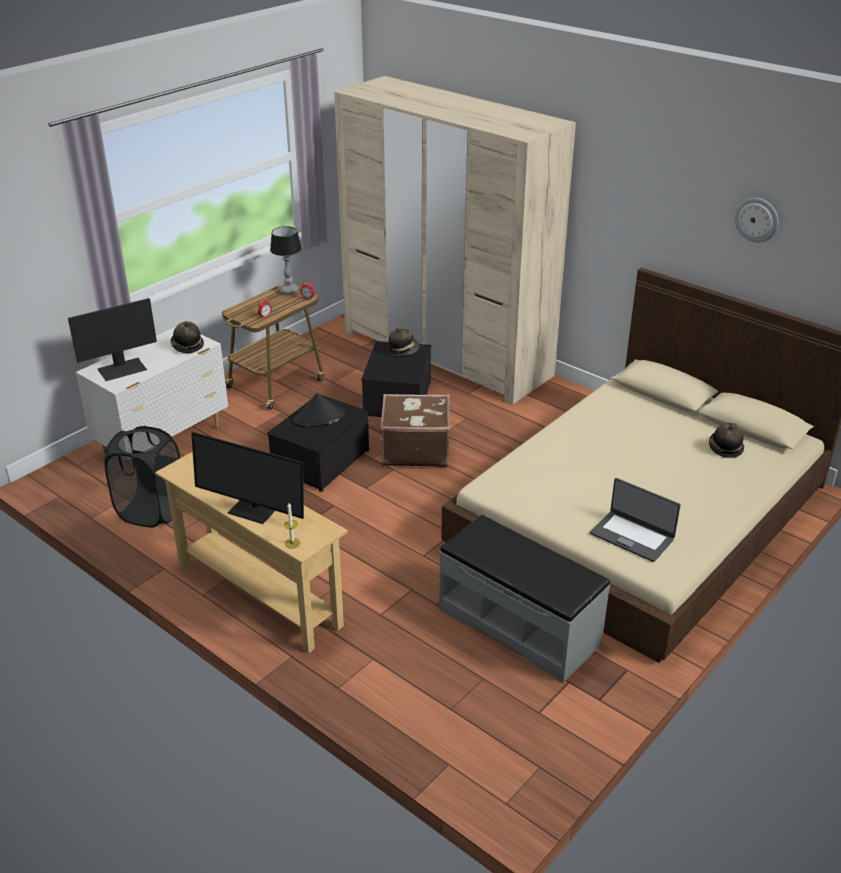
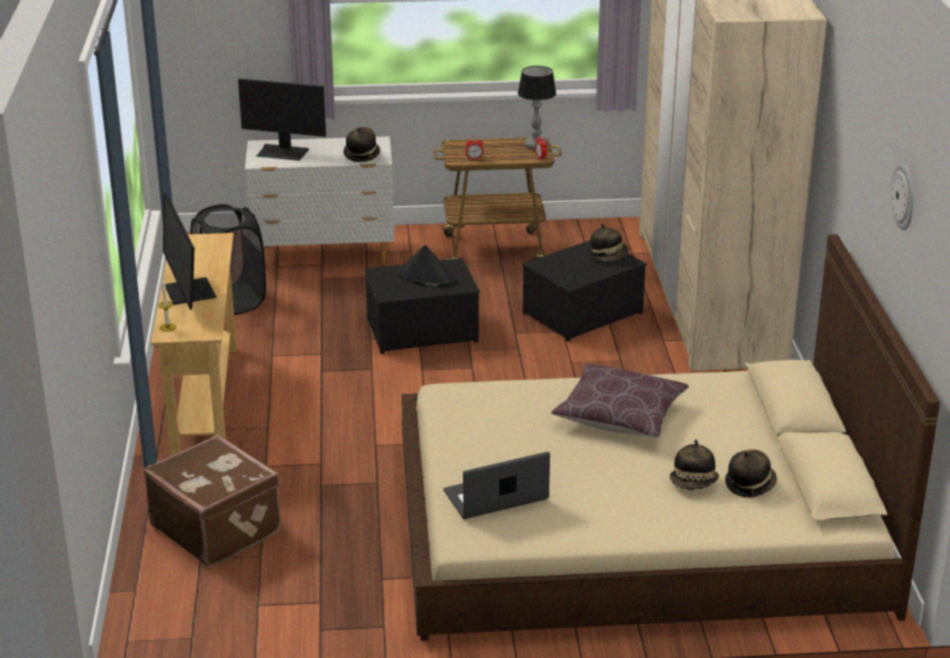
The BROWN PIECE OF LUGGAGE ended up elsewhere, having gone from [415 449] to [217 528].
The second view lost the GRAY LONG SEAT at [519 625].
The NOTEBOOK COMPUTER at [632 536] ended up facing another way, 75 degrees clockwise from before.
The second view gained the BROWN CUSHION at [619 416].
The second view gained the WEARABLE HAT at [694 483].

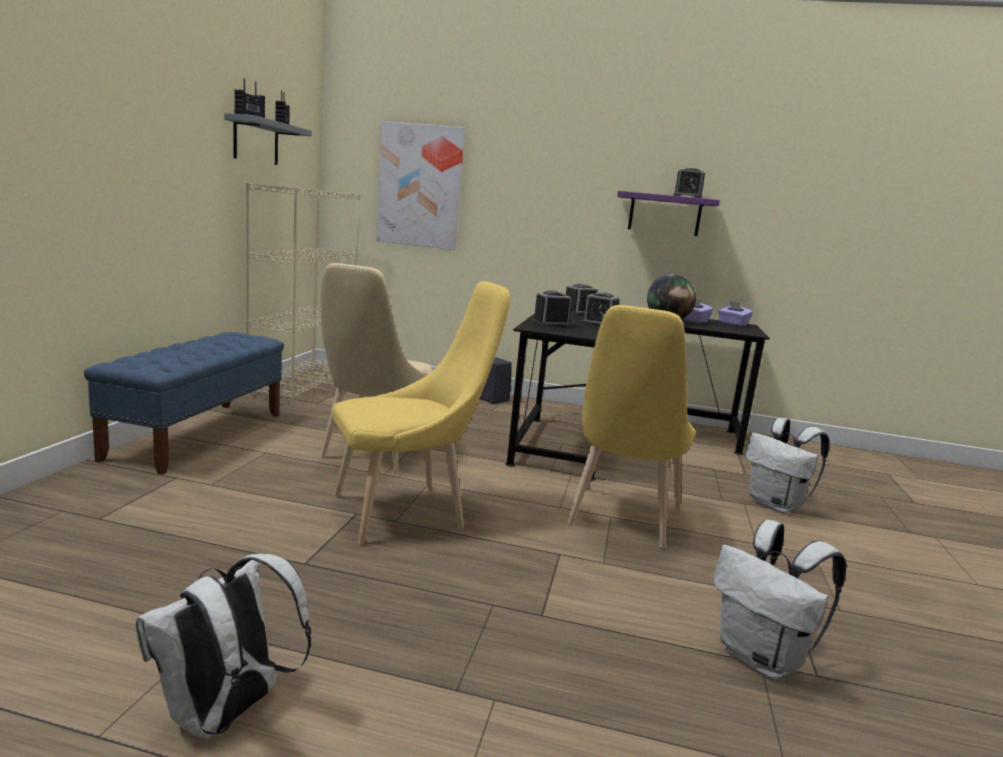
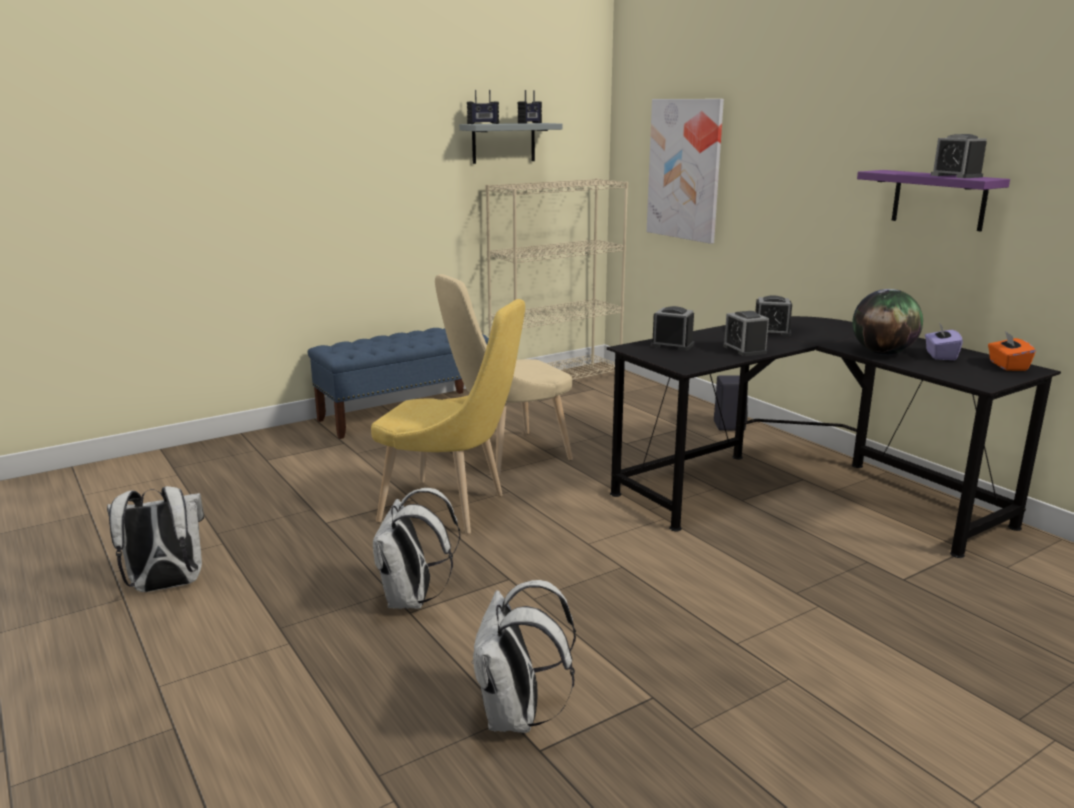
The second view lost the YELLOW CHAIR at [621 520].
What was the PURPLE-COLOURED TISSUE BOX at [733 324] turned into the ORANGEY TISSUE BOX at [1007 366].
The WHITISH KNAPSACK ended up elsewhere, having gone from [776 505] to [412 600].

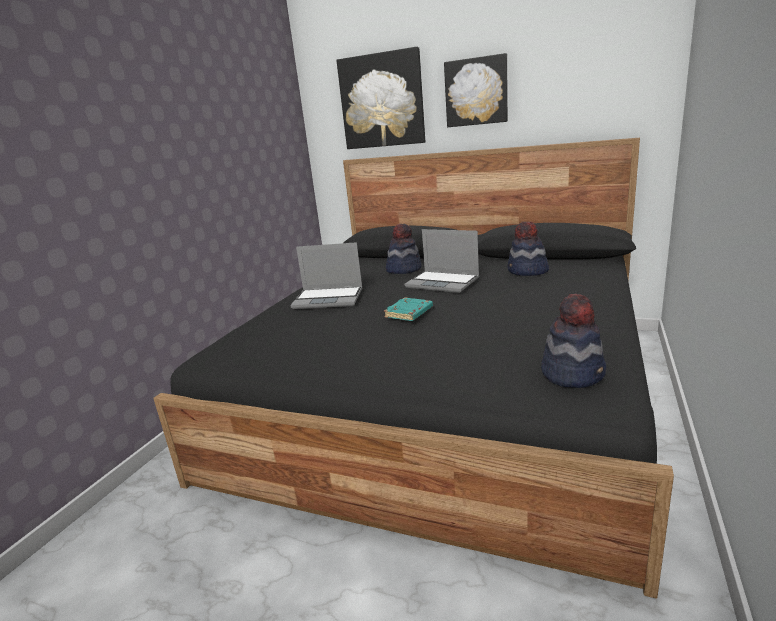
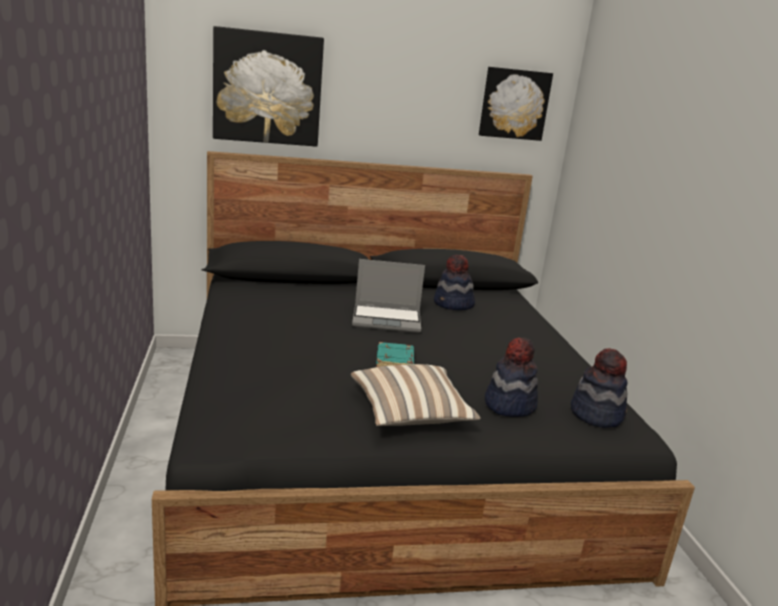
The second view lost the NOTEBOOK COMPUTER at [329 299].
The WEARABLE HAT ended up elsewhere, having gone from [403 269] to [509 404].
The WALL ART ended up elsewhere, having gone from [476 92] to [514 104].
The second view gained the CUSHION at [410 414].

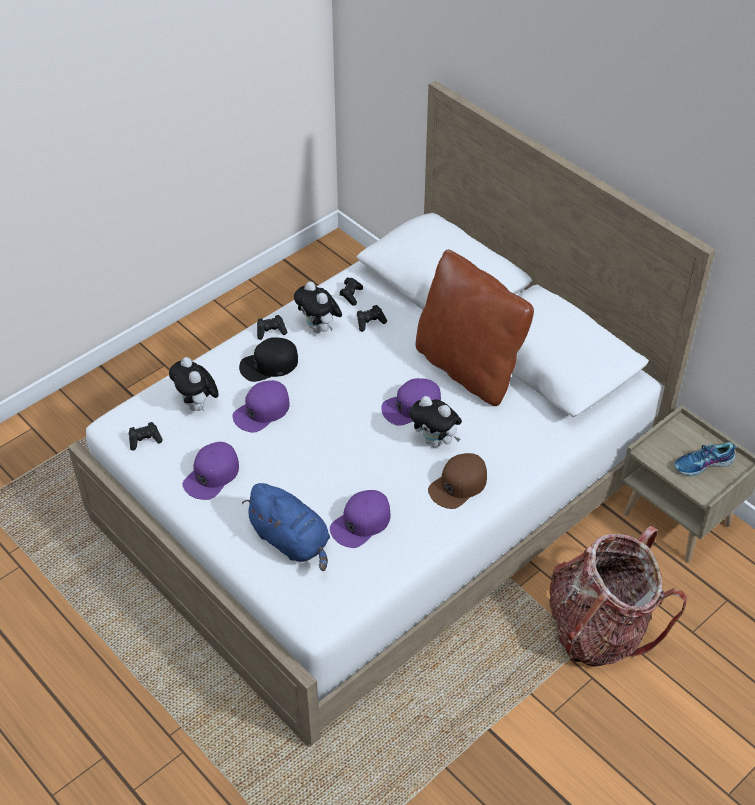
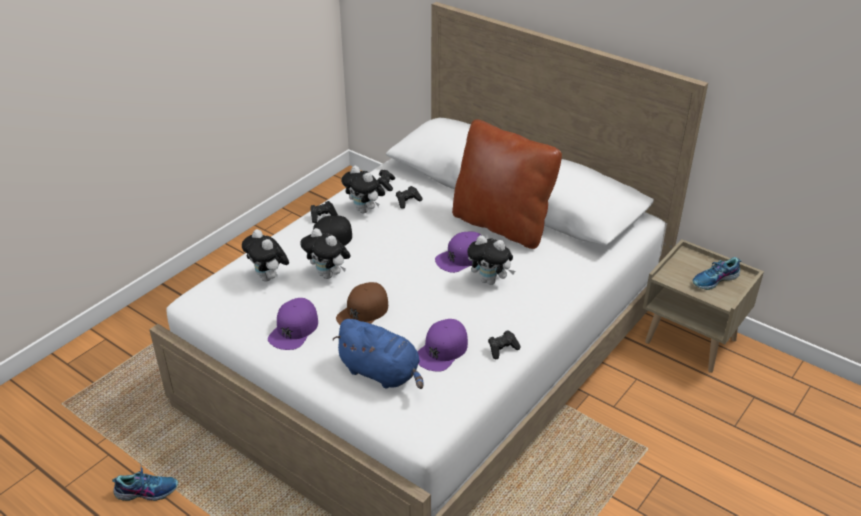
The BLACK GAME CONTROLLER ended up elsewhere, having gone from [145 440] to [502 349].
Where the PURPLE-COLOURED CAP stood at [262 411], the PLUSH TOY came to stand at [329 275].
The BROWN CAP ended up elsewhere, having gone from [458 485] to [363 312].
The second view lost the KNAPSACK at [599 628].
The second view gained the LOW SHOE at [147 491].

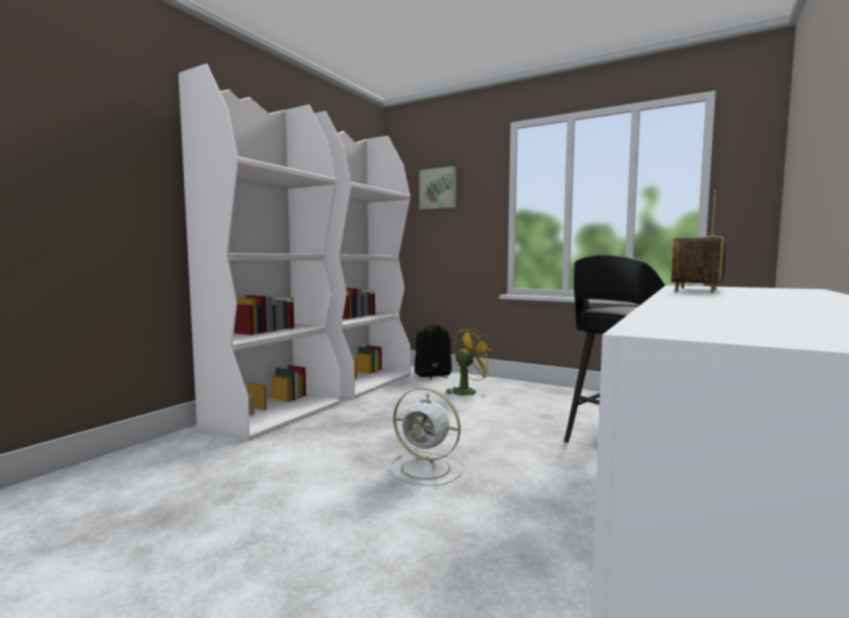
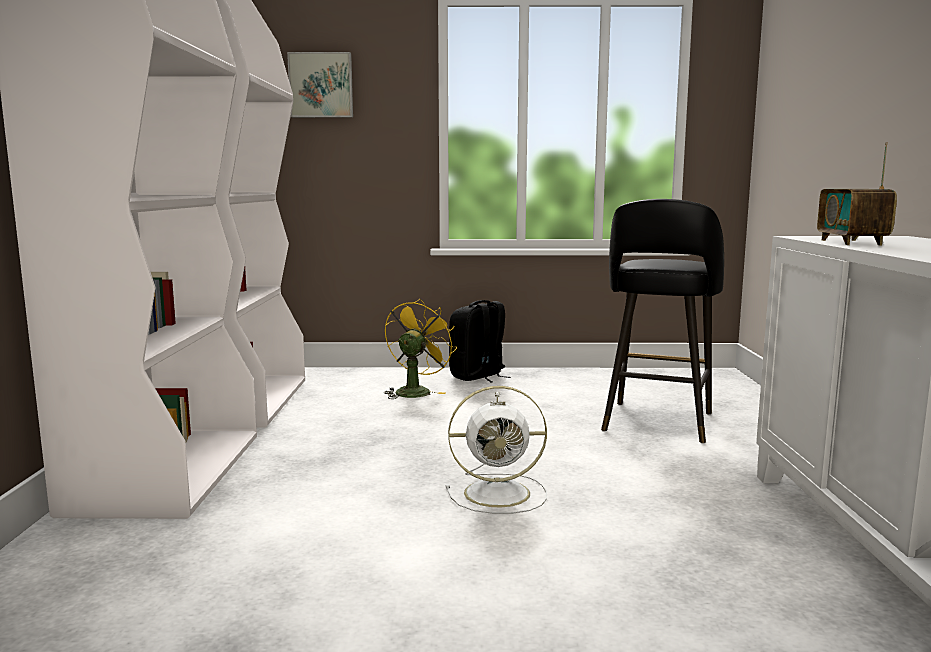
The BLACK KNAPSACK ended up elsewhere, having gone from [433 375] to [478 376].

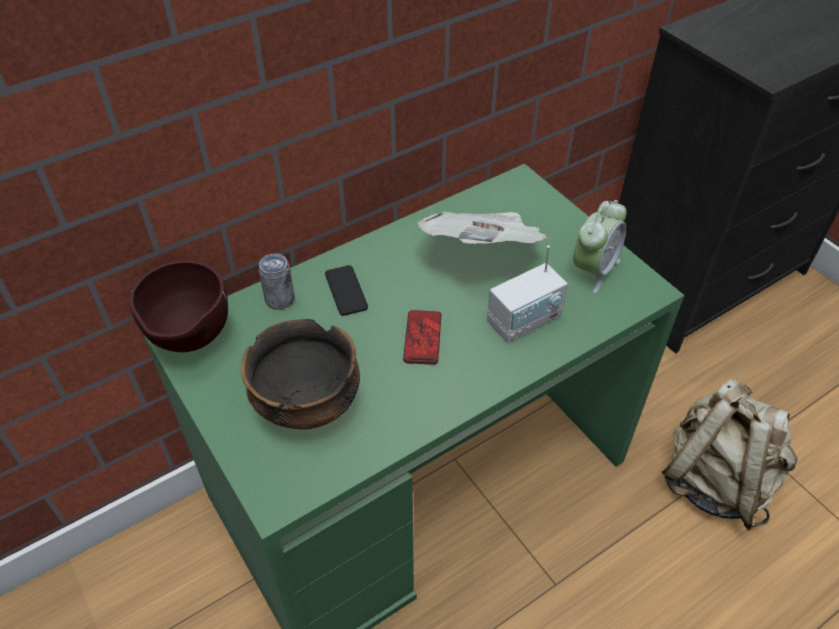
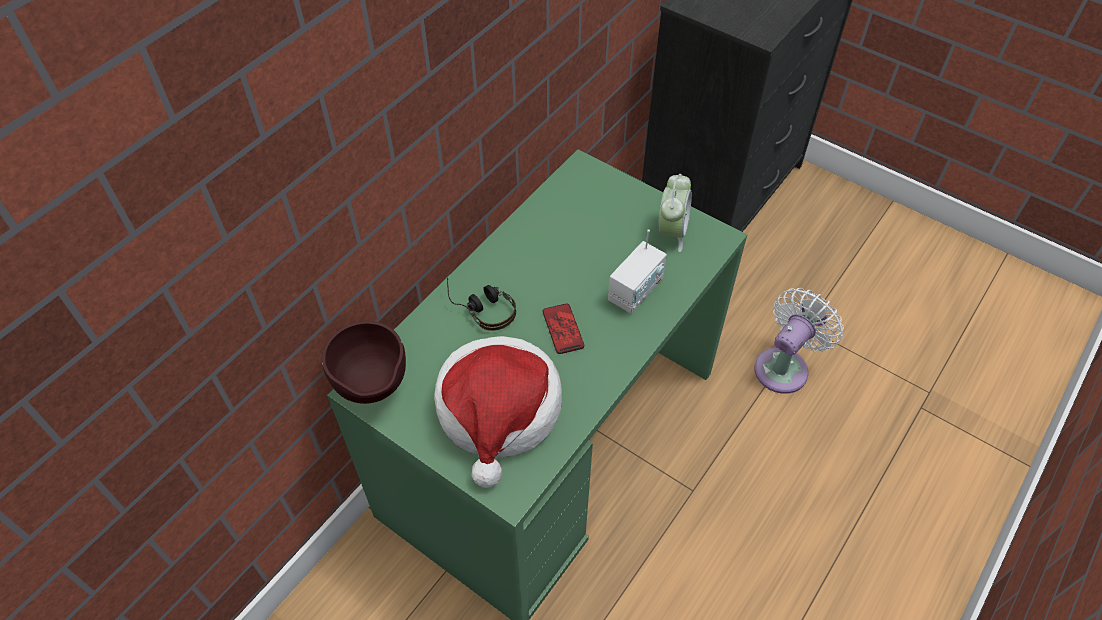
Where the BOWL stood at [309 404], the WEARABLE HAT came to stand at [499 411].
The second view lost the METAL CAN at [280 299].
Where the TELEPHONE stood at [346 291], the HEADSET came to stand at [482 307].
The second view lost the DAILY PAPER at [483 251].
Where the BEIGE-COLOURED KNAPSACK stood at [714 480], the WHITISH COOLING FAN came to stand at [784 366].

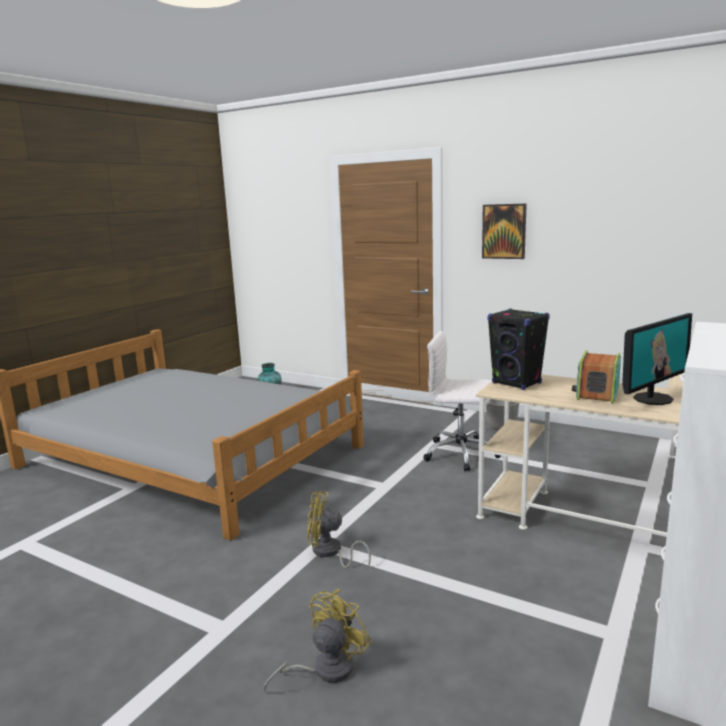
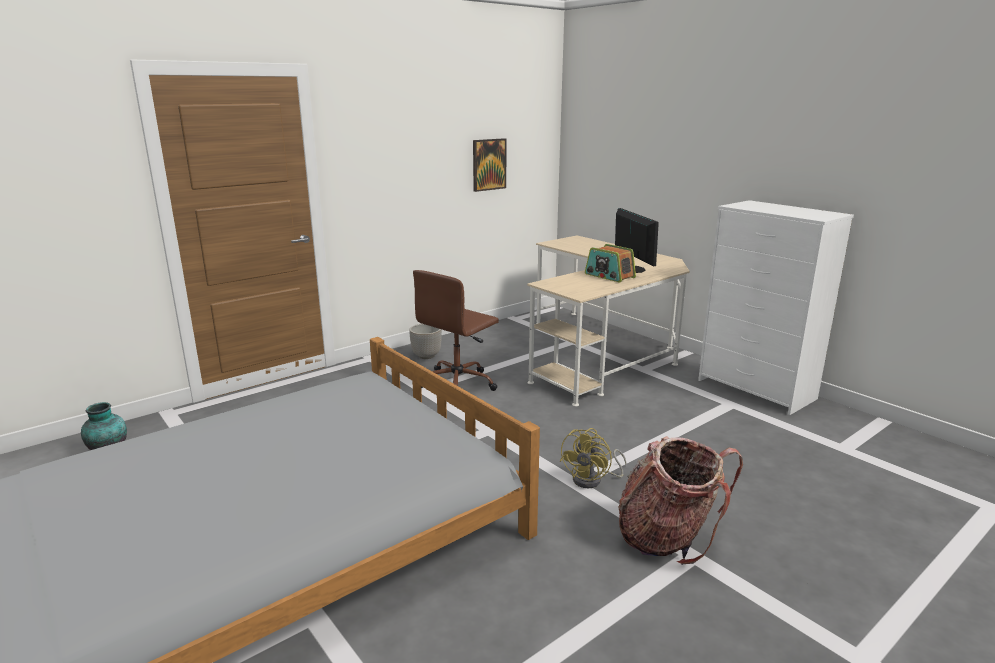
The second view lost the YELLOW COOLING FAN at [324 670].
What was the WHITISH OFFICE CHAIR at [462 454] turned into the BROWN OFFICE CHAIR at [458 383].
The WALL ART ended up elsewhere, having gone from [504 231] to [489 164].
The second view lost the BLACK LOUDSPEAKER at [517 383].
The second view gained the KNAPSACK at [668 538].

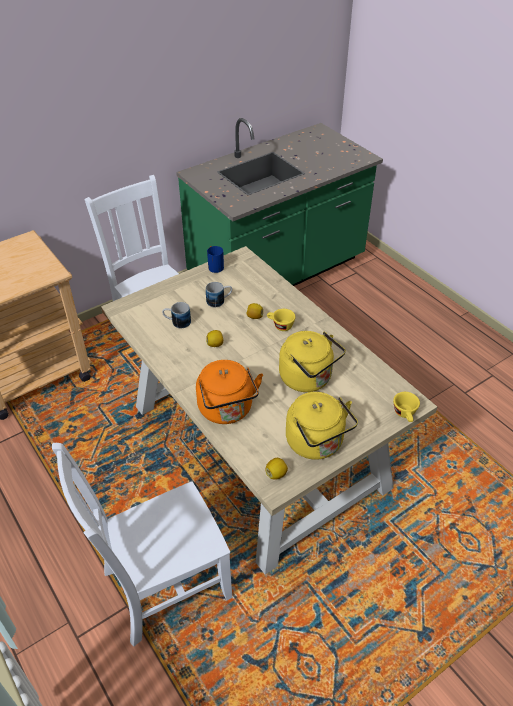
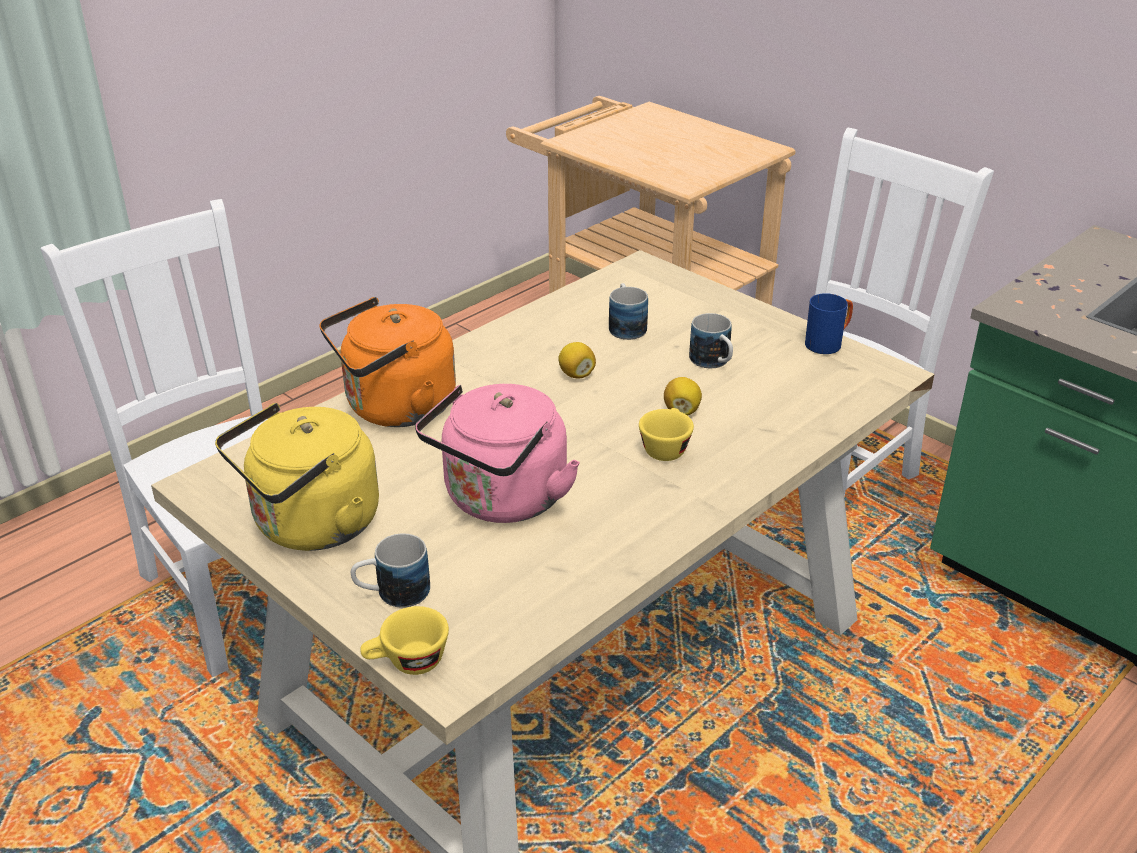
The second view lost the CITRUS FRUIT at [276 474].
What was the YELLOW WATER KETTLE at [308 379] turned into the PINK WATER KETTLE at [502 501].
The second view gained the MUG at [392 593].

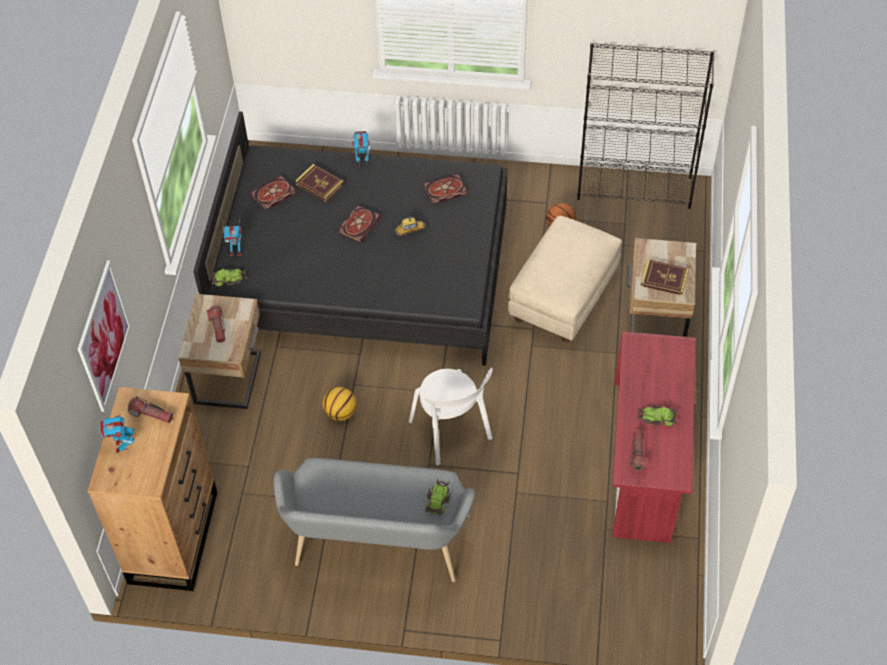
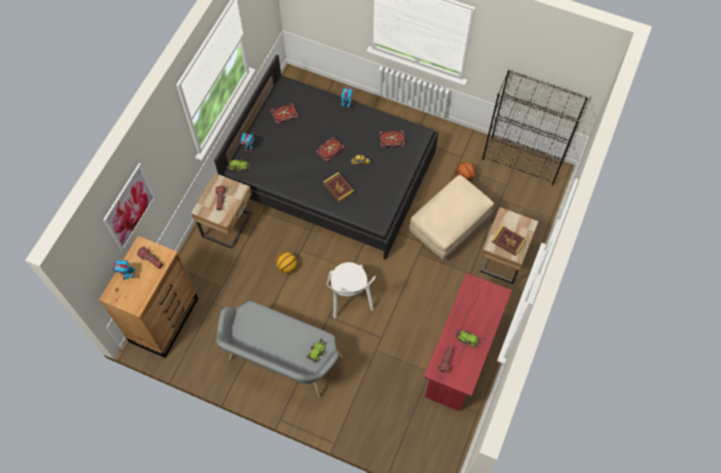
The BOUND BOOK ended up elsewhere, having gone from [320 185] to [338 188].

